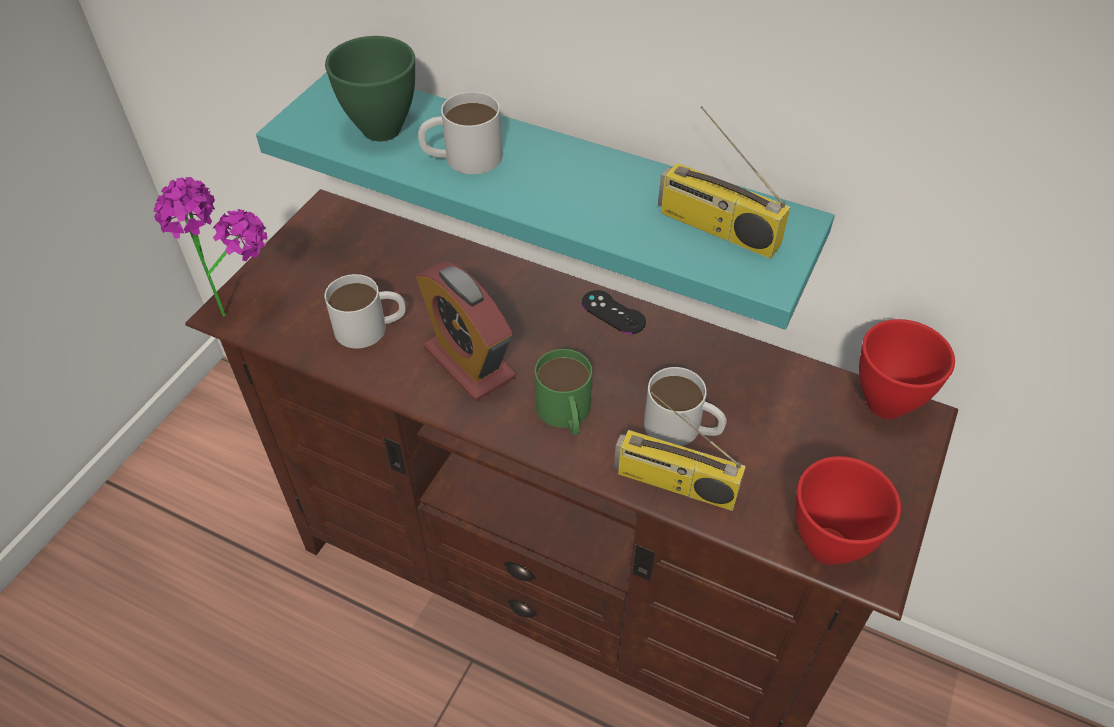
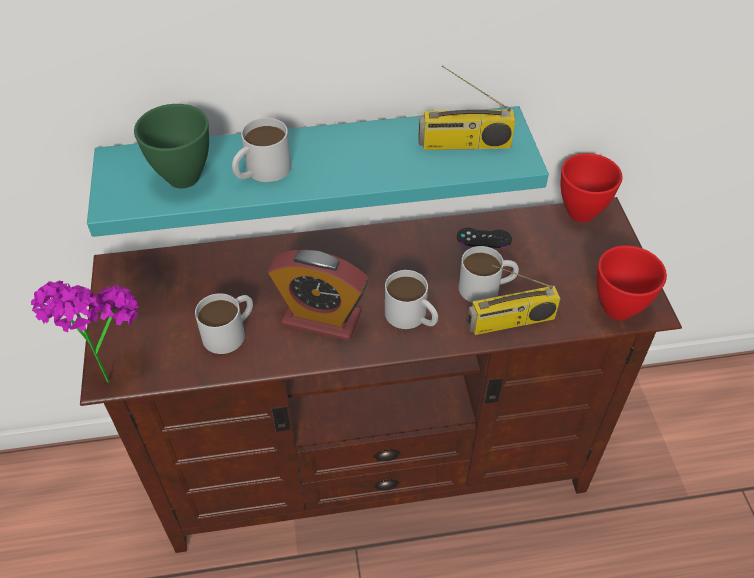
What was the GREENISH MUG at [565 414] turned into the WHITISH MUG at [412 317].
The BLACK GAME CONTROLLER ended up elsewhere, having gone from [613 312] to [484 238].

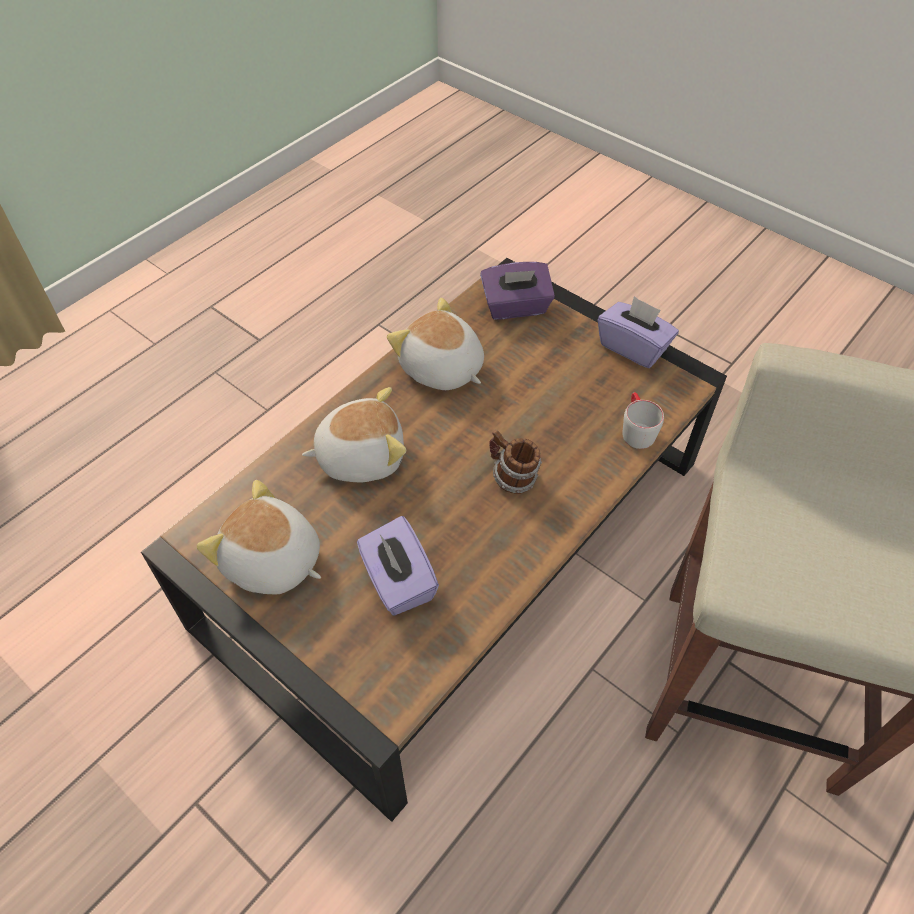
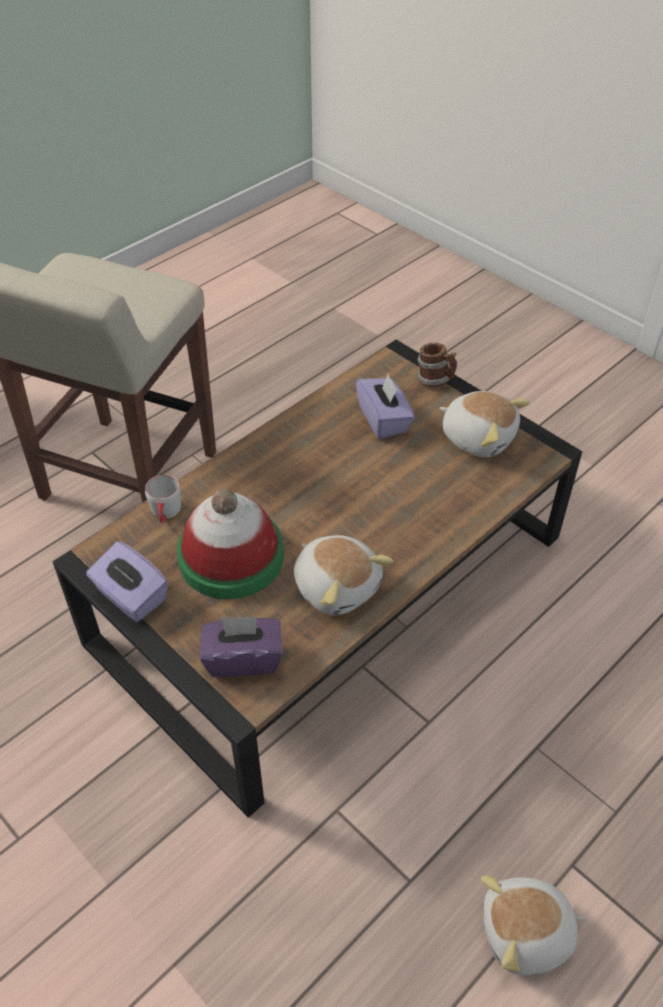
The PLUSH TOY ended up elsewhere, having gone from [360 455] to [526 934].
The MUG ended up elsewhere, having gone from [512 478] to [435 380].
The second view gained the WEARABLE HAT at [231 557].

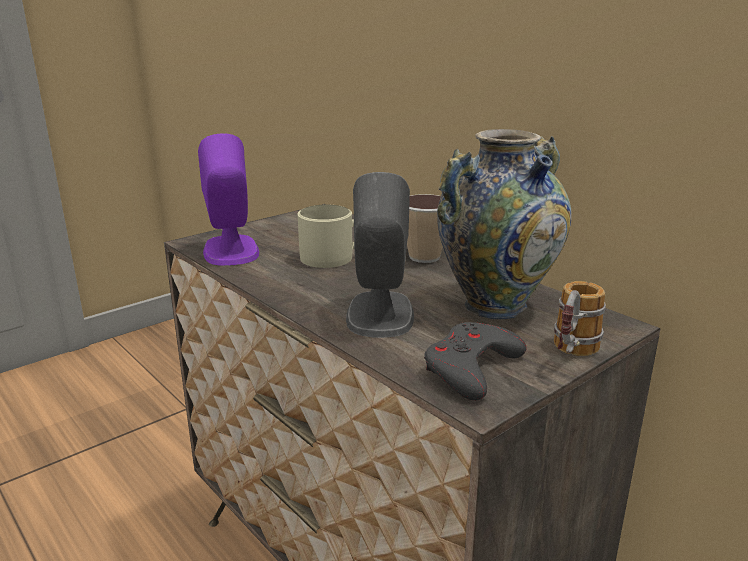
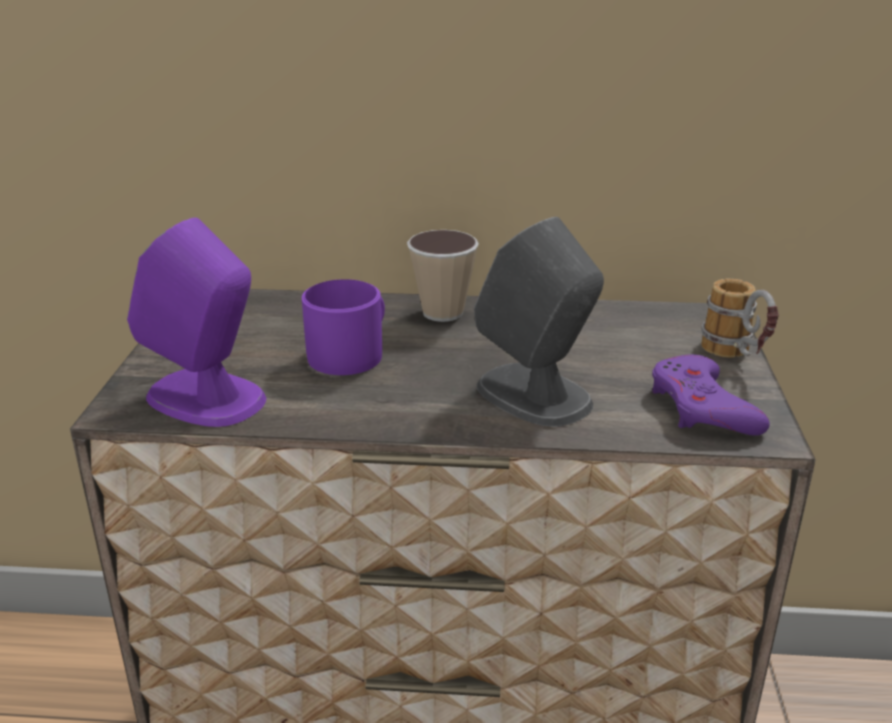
What was the BEIGE-COLOURED MUG at [333 257] turned into the PURPLE-COLOURED MUG at [352 353].
What was the GRAY GAME CONTROLLER at [471 368] turned into the PURPLE-COLOURED GAME CONTROLLER at [702 407].
The second view lost the VASE at [495 305].

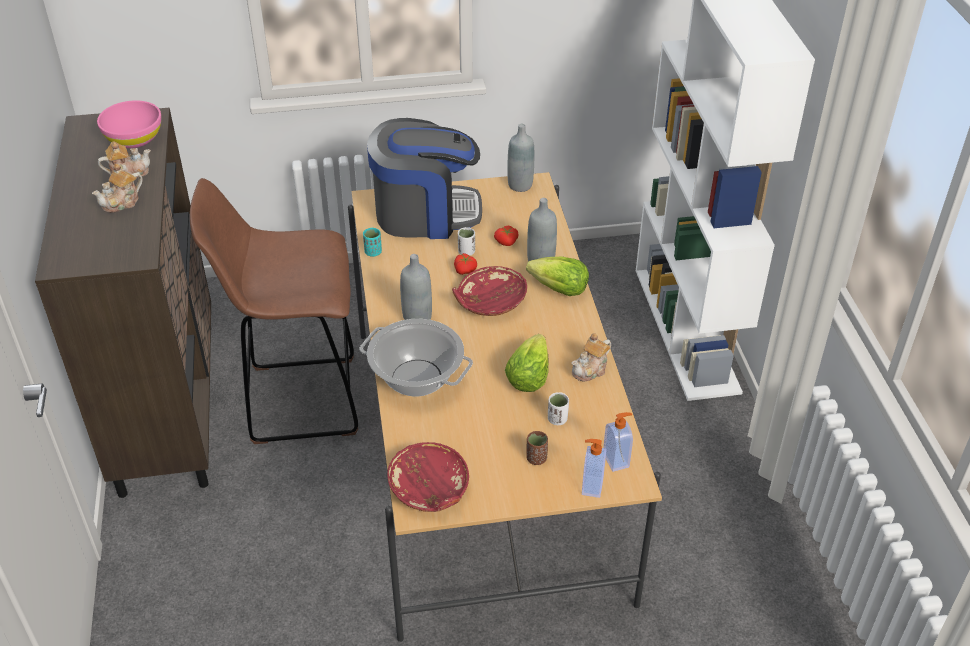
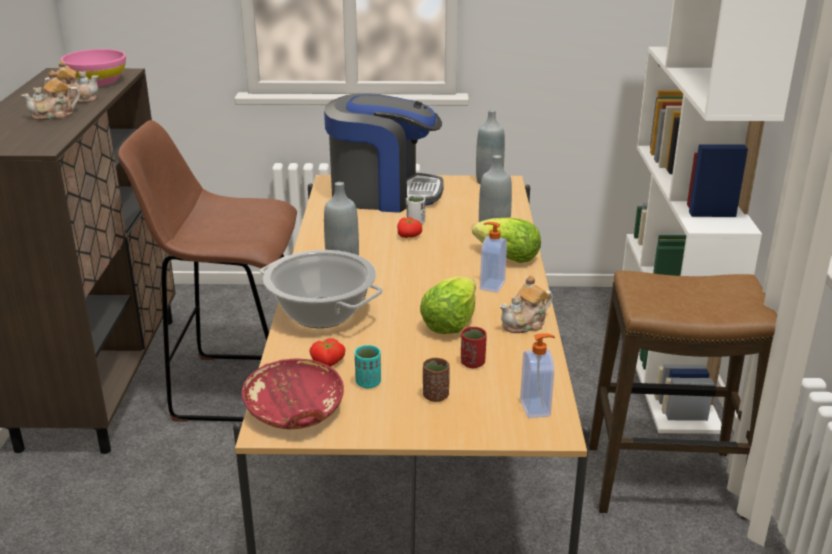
The BLUE-GREEN DRINKING CUP ended up elsewhere, having gone from [373 252] to [368 383].
The second view lost the RED BOWL at [490 301].
The TOMATO ended up elsewhere, having gone from [506 242] to [327 363].
What was the WHITISH DRINKING CUP at [557 419] turned into the RED DRINKING CUP at [472 363].
The SOAP DISPENSER ended up elsewhere, having gone from [591 486] to [491 285].
The second view gained the SITTING STOOL at [665 482].

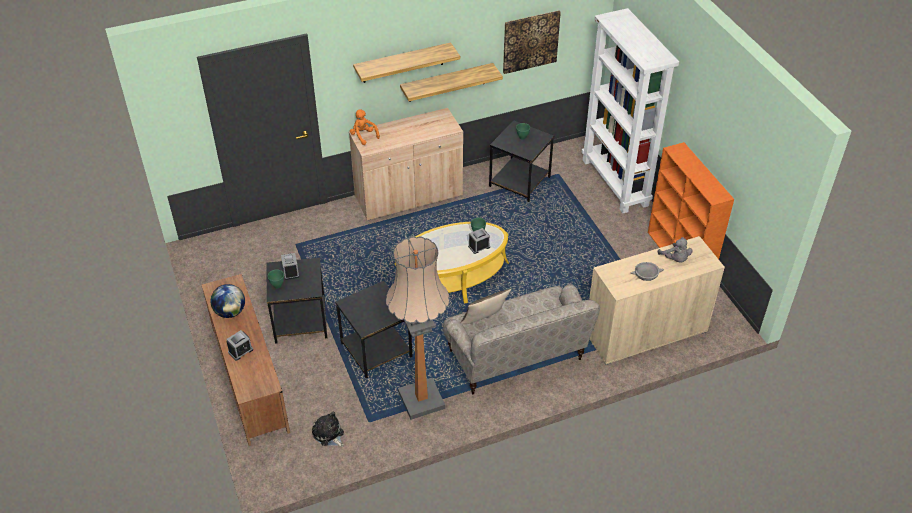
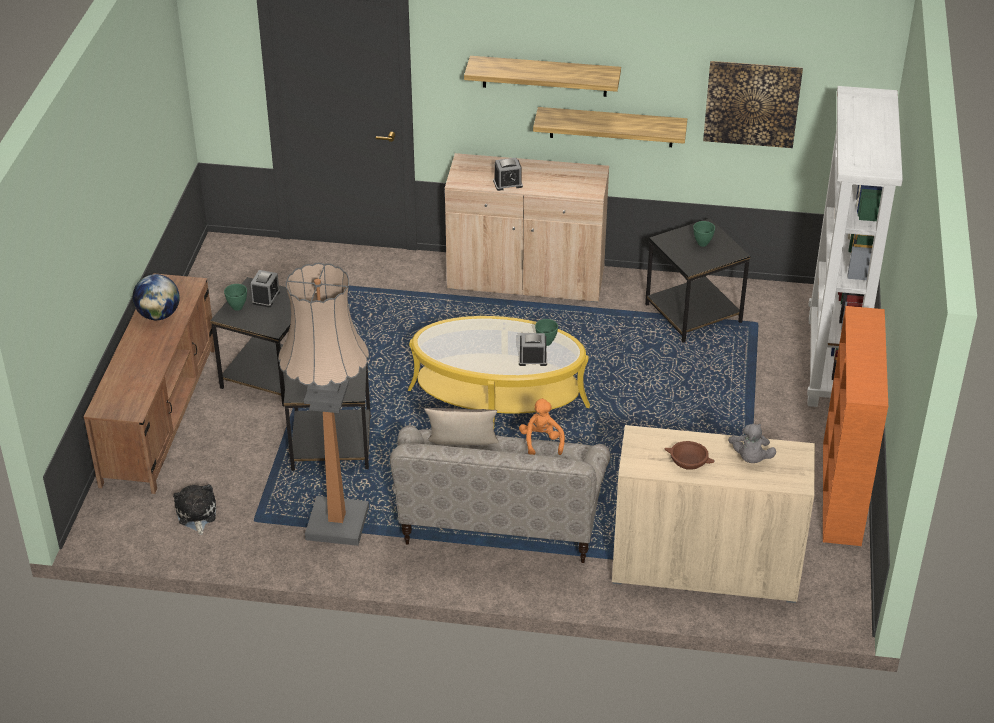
The BEDSIDE CLOCK ended up elsewhere, having gone from [240 351] to [507 183].
The ORANGEY PLUSH TOY ended up elsewhere, having gone from [363 136] to [541 442].
What was the GRAY BOWL at [646 276] turned into the BROWN BOWL at [688 462].

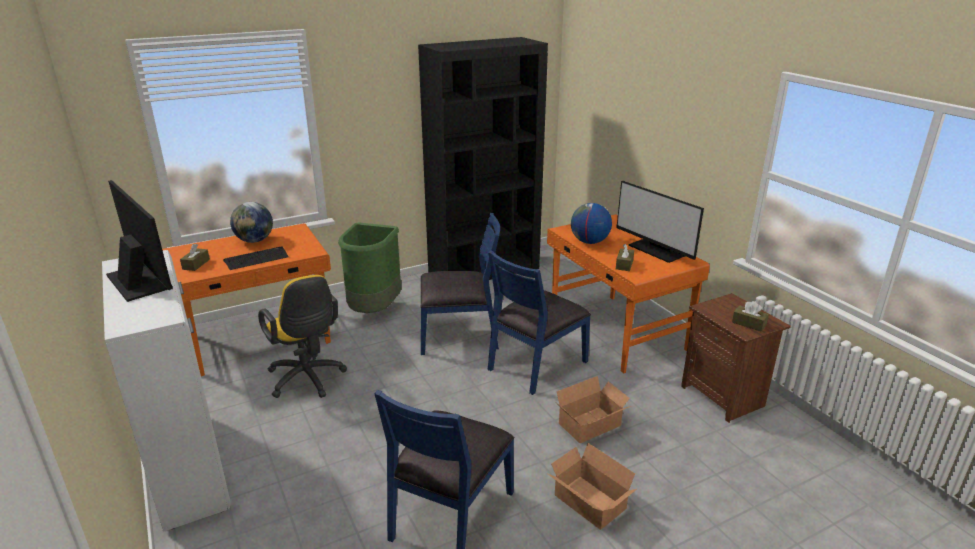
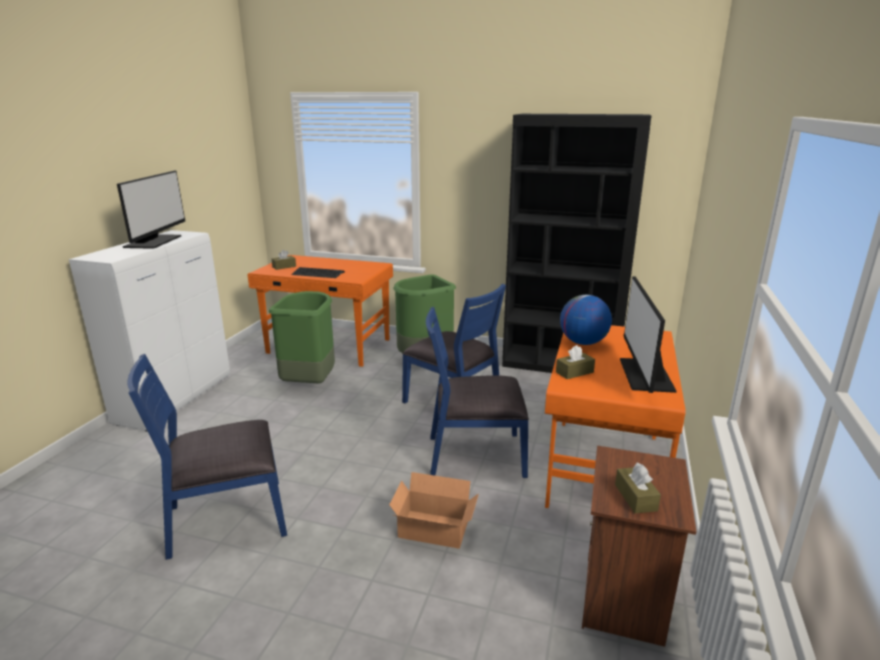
The second view lost the WORLD GLOBE at [255 240].
Where the YELLOW OFFICE CHAIR stood at [308 380], the GREENISH TRASH CAN came to stand at [309 383].
The second view lost the CARDBOARD BOX at [589 504].

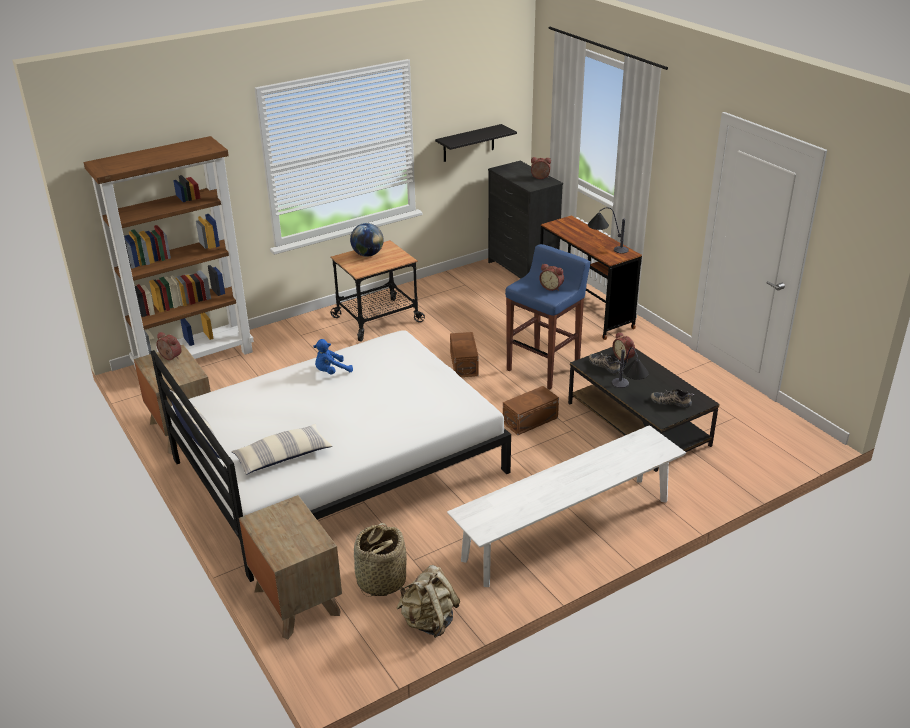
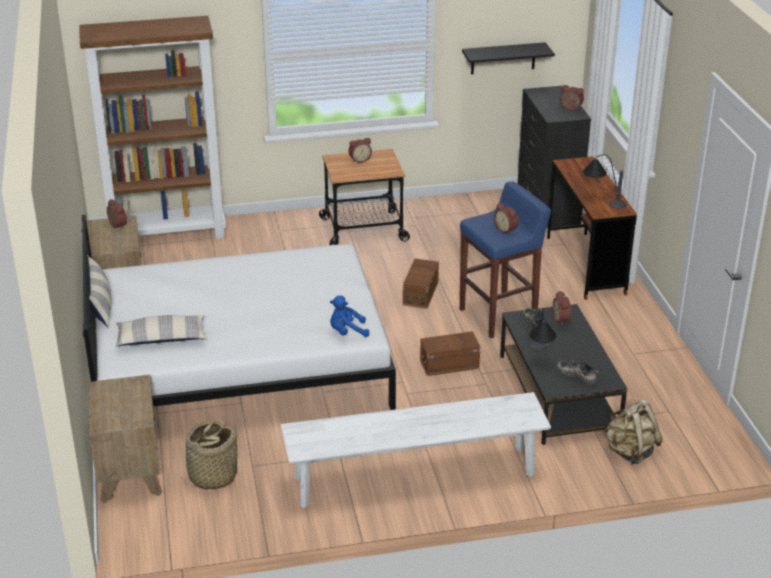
The BLUE-COLOURED PLUSH TOY ended up elsewhere, having gone from [331 372] to [347 332].
Where the WORLD GLOBE stood at [367 254], the BEDSIDE CLOCK came to stand at [359 160].
The BEIGE-COLOURED KNAPSACK ended up elsewhere, having gone from [428 621] to [630 452].

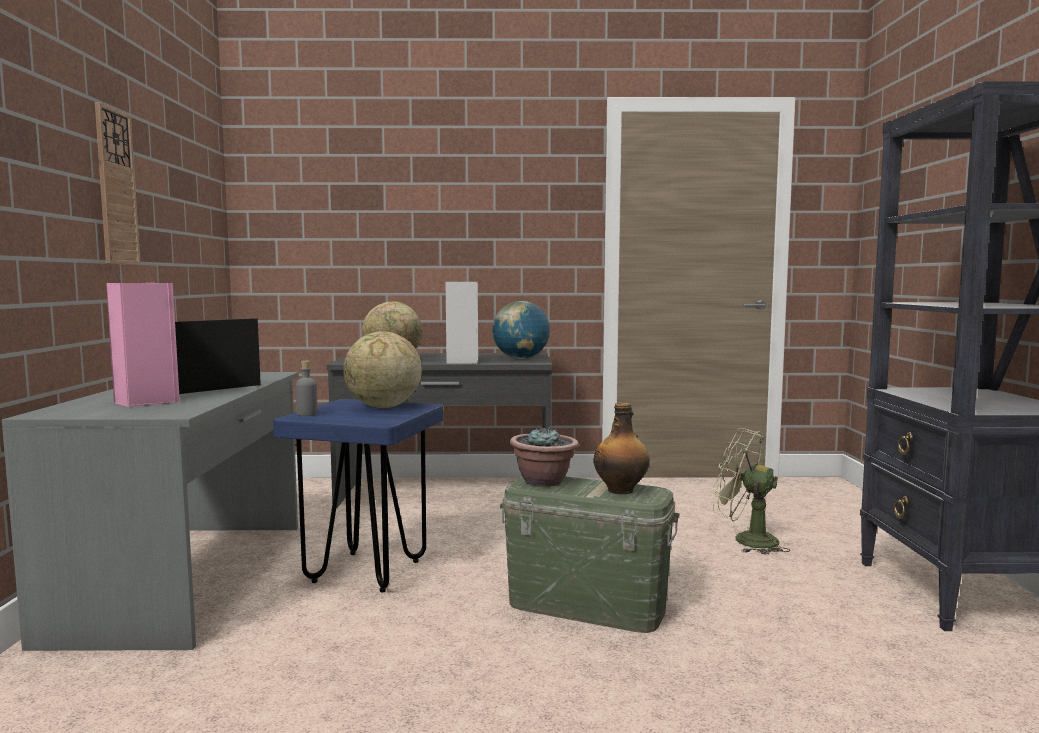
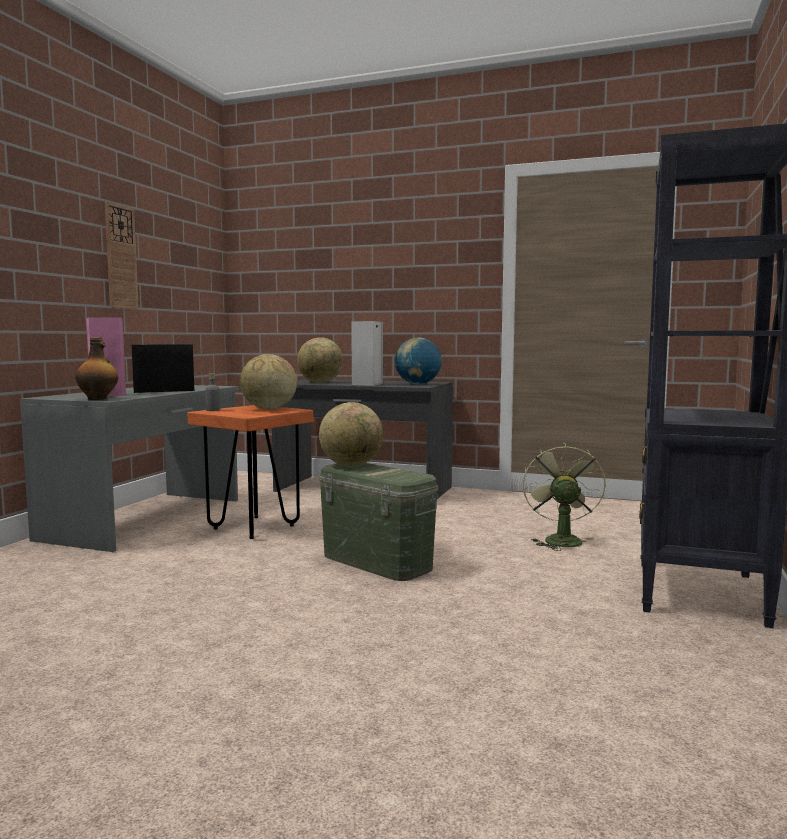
What was the BLUE-COLOURED SITTING STOOL at [367 571] turned into the ORANGEY SITTING STOOL at [254 527].
Where the POTTED PLANT stood at [544 482], the WORLD GLOBE came to stand at [351 465].
The BOTTLE ended up elsewhere, having gone from [621 490] to [98 399].
The GREENISH COOLING FAN at [745 540] ended up facing another way, 45 degrees clockwise from before.

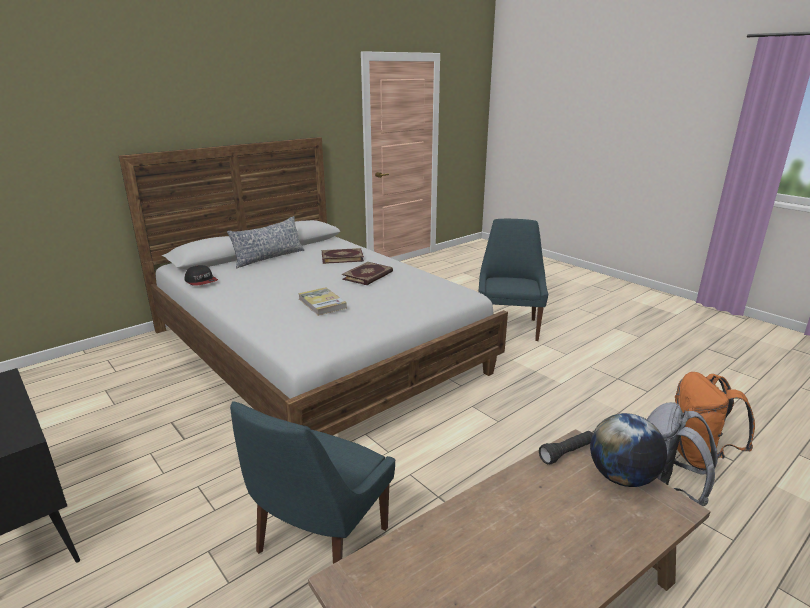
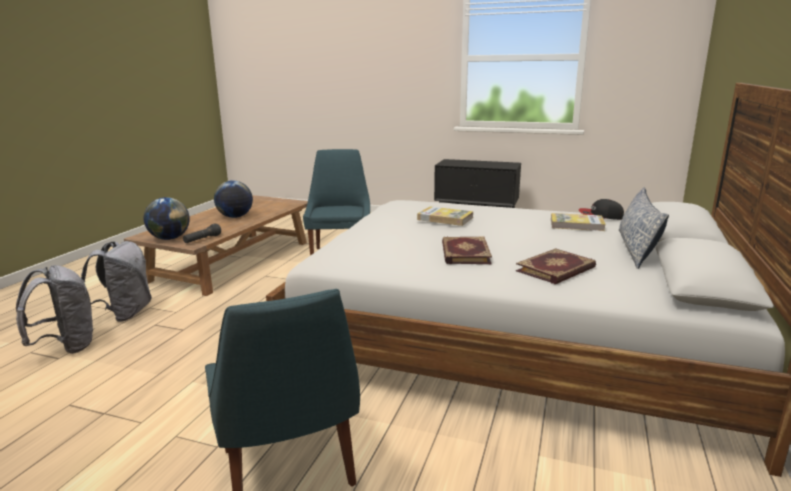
What was the ORANGEY KNAPSACK at [697 455] turned into the GRAY KNAPSACK at [66 347].
The second view gained the WORLD GLOBE at [235 217].
The second view gained the BOUND BOOK at [576 225].

